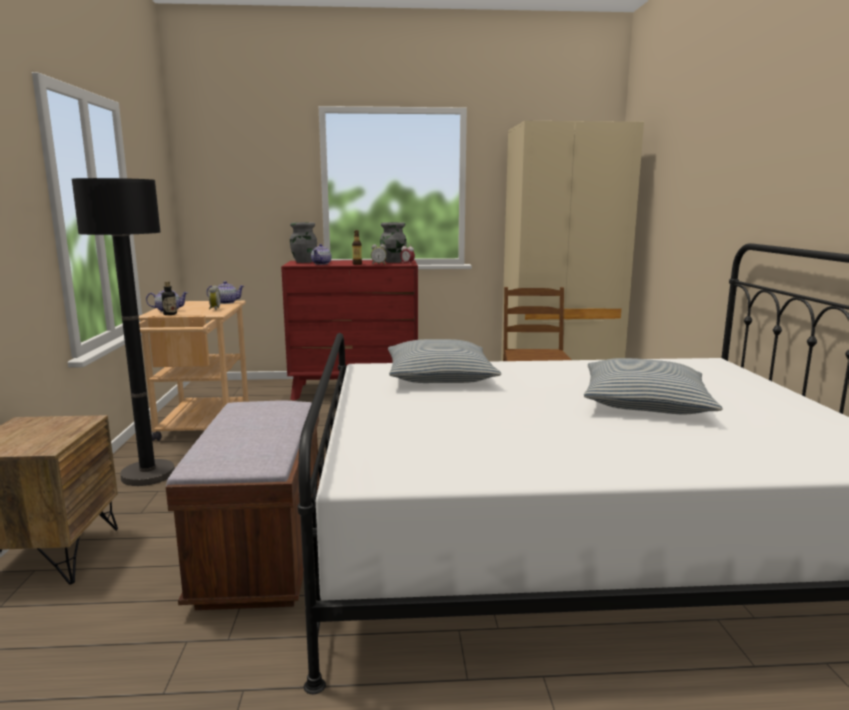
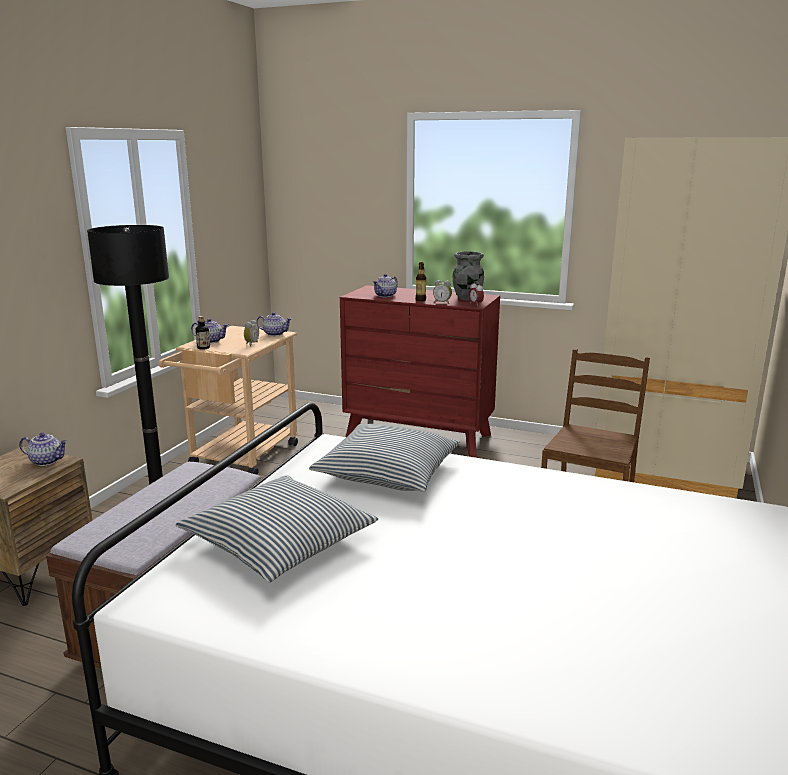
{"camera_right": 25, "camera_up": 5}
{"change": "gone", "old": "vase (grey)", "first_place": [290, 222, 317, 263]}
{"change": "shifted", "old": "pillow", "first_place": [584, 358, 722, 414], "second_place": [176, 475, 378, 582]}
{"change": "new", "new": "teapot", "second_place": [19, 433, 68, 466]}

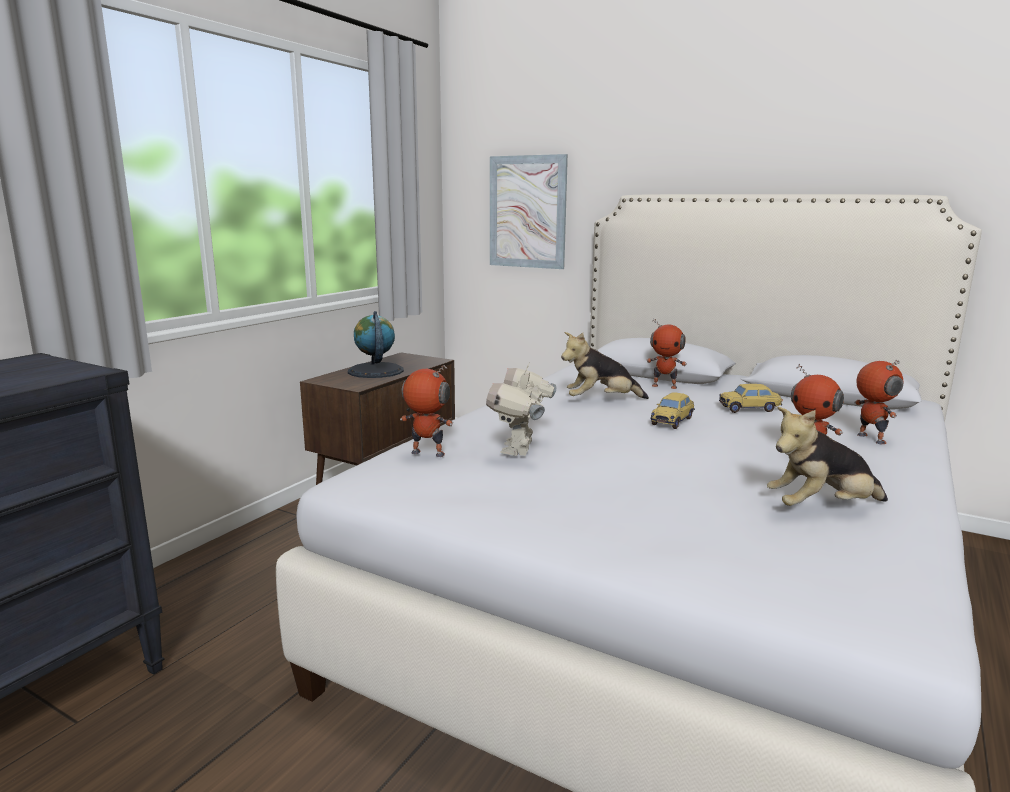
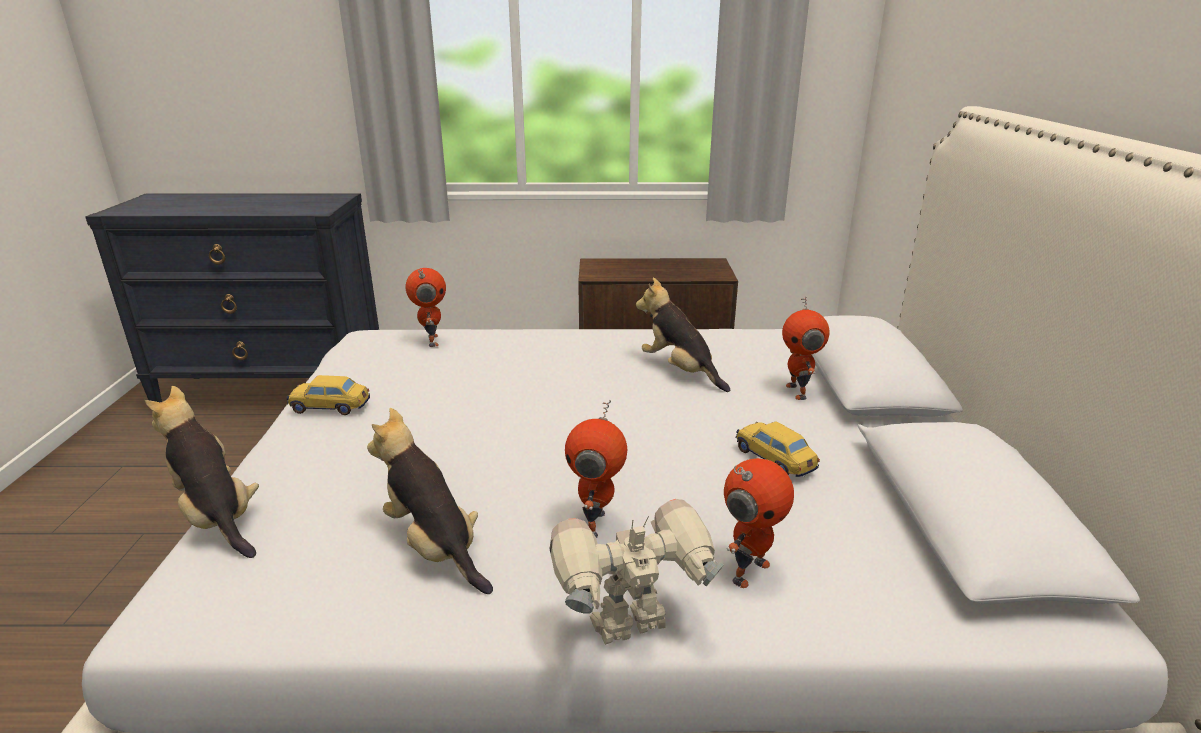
{"camera_right": 60, "camera_up": 10}
{"change": "gone", "old": "picture", "first_place": [490, 154, 568, 269]}
{"change": "gone", "old": "globe", "first_place": [348, 311, 404, 378]}
{"change": "shifted", "old": "toy robot", "first_place": [486, 362, 557, 456], "second_place": [549, 499, 723, 645]}
{"change": "shifted", "old": "toy car", "first_place": [651, 392, 695, 429], "second_place": [286, 375, 370, 415]}
{"change": "new", "new": "plush toy", "second_place": [145, 386, 259, 558]}

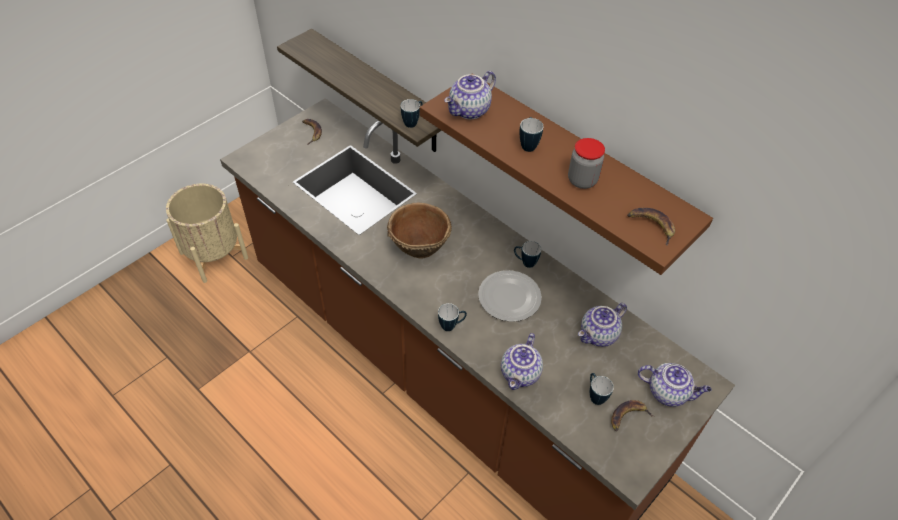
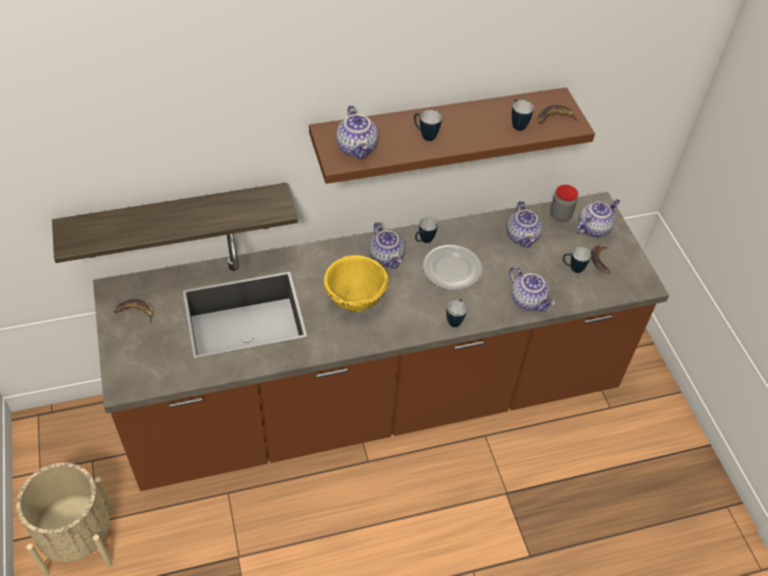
{"camera_right": -60, "camera_up": 0}
{"change": "shifted", "old": "mug", "first_place": [401, 99, 423, 128], "second_place": [512, 99, 534, 131]}
{"change": "shifted", "old": "jar", "first_place": [568, 138, 605, 189], "second_place": [550, 185, 578, 222]}
{"change": "repainted", "old": "bowl (brown)", "new": "bowl (yellow)", "first_place": [387, 203, 452, 259], "second_place": [324, 255, 389, 312]}
{"change": "new", "new": "teapot", "second_place": [369, 222, 405, 269]}

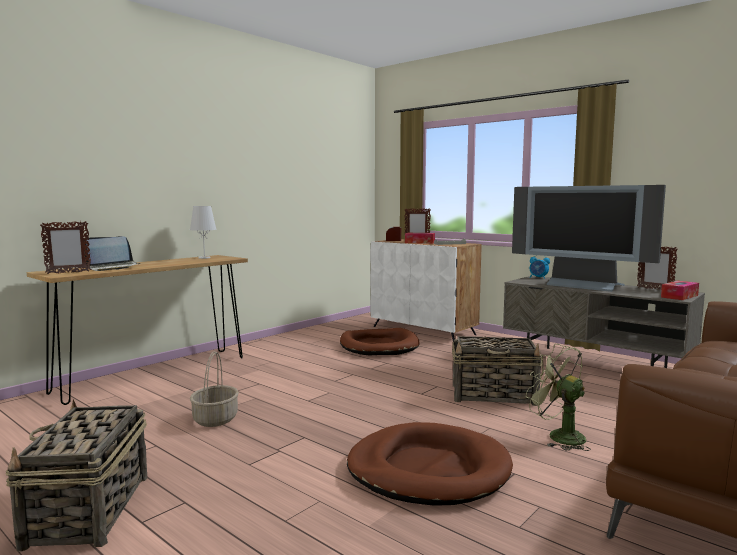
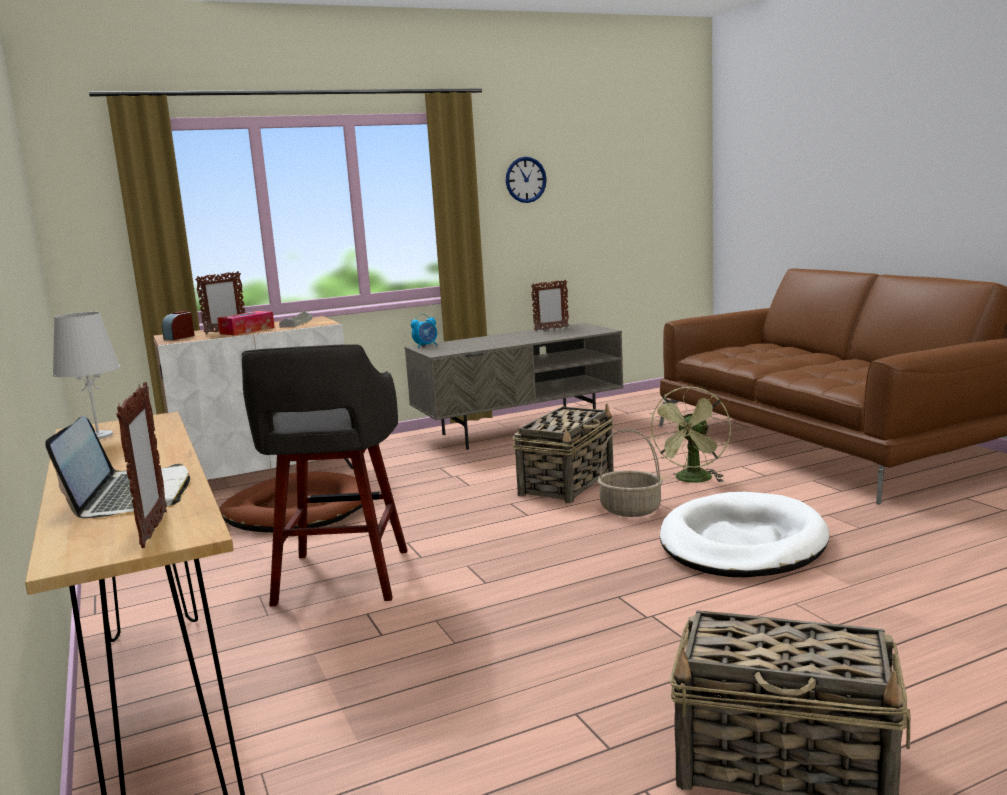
{"camera_right": -65, "camera_up": 5}
{"change": "gone", "old": "television", "first_place": [512, 185, 666, 292]}
{"change": "gone", "old": "tissue box", "first_place": [661, 281, 699, 300]}
{"change": "rotated", "old": "fan (green)", "first_place": [526, 344, 591, 451], "second_place": [648, 387, 731, 483], "degrees": -45}
{"change": "shifted", "old": "basket", "first_place": [190, 351, 239, 427], "second_place": [597, 429, 663, 517]}
{"change": "repainted", "old": "dog bed (brown)", "new": "dog bed (white)", "first_place": [347, 422, 513, 506], "second_place": [660, 492, 829, 577]}
{"change": "new", "new": "wall clock", "second_place": [506, 157, 547, 203]}
{"change": "new", "new": "stool (grey)", "second_place": [242, 344, 408, 606]}

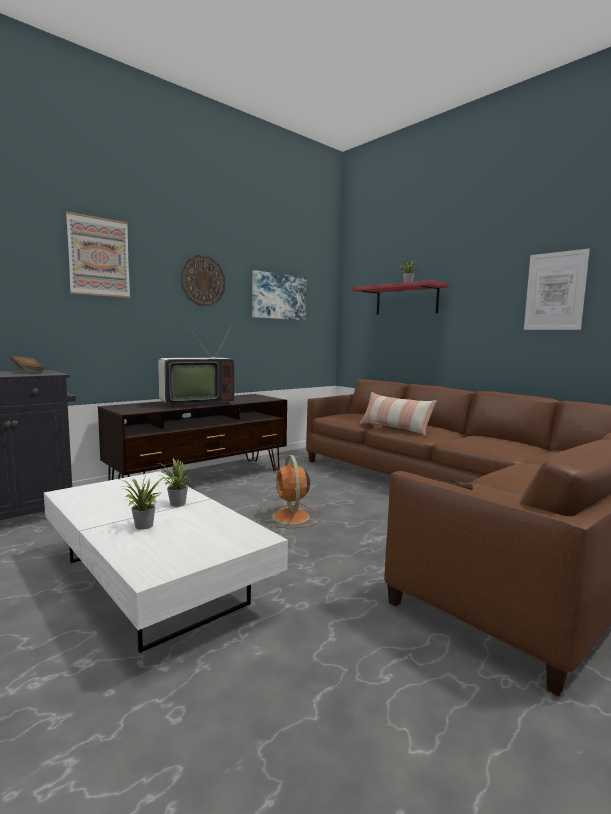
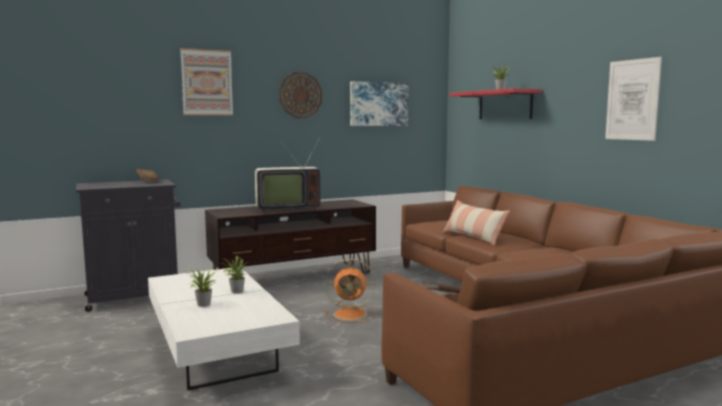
{"camera_right": 15, "camera_up": 0}
{"change": "rotated", "old": "fan (orange)", "first_place": [264, 455, 320, 528], "second_place": [325, 259, 376, 323], "degrees": -90}

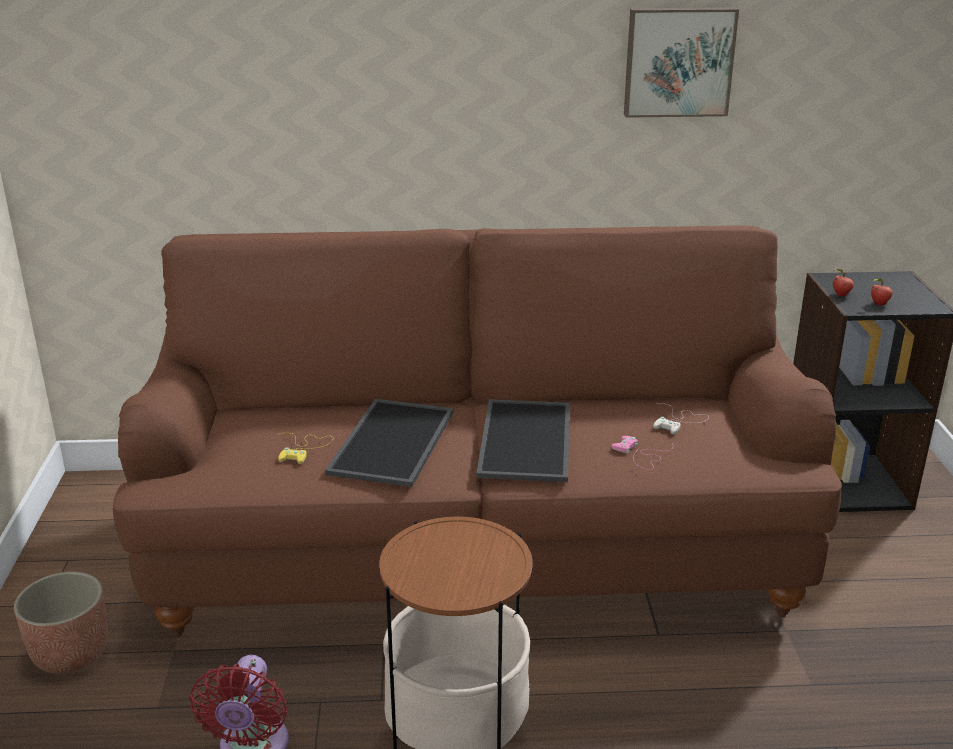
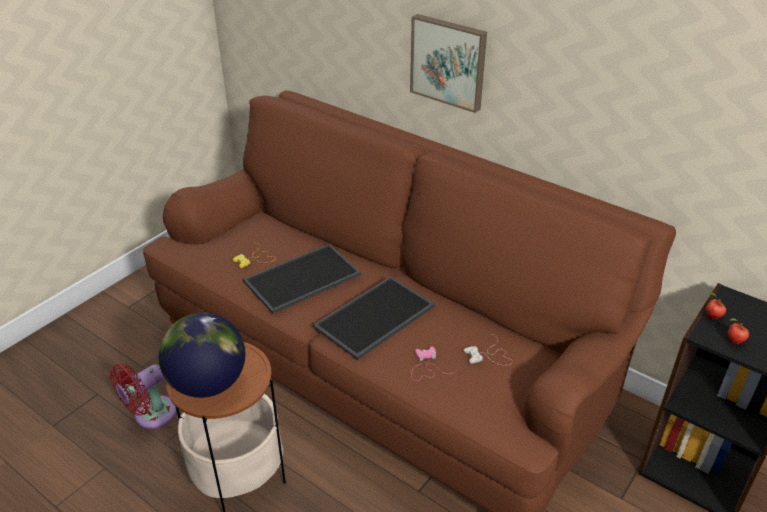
{"camera_right": 40, "camera_up": 10}
{"change": "shifted", "old": "picture", "first_place": [624, 8, 739, 118], "second_place": [410, 14, 487, 113]}
{"change": "gone", "old": "planter", "first_place": [14, 572, 108, 674]}
{"change": "new", "new": "globe", "second_place": [159, 313, 245, 398]}

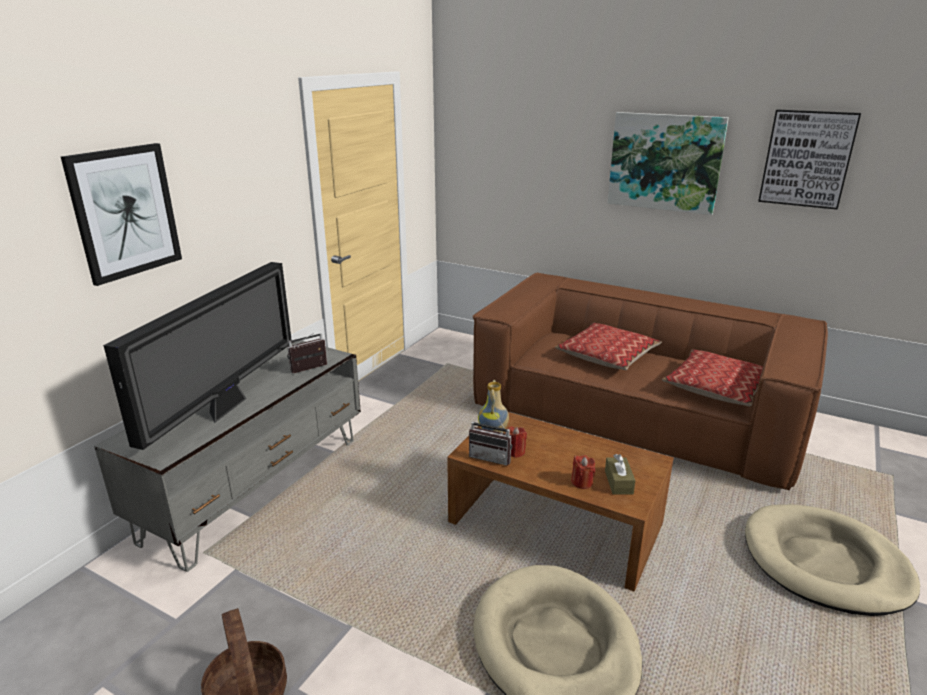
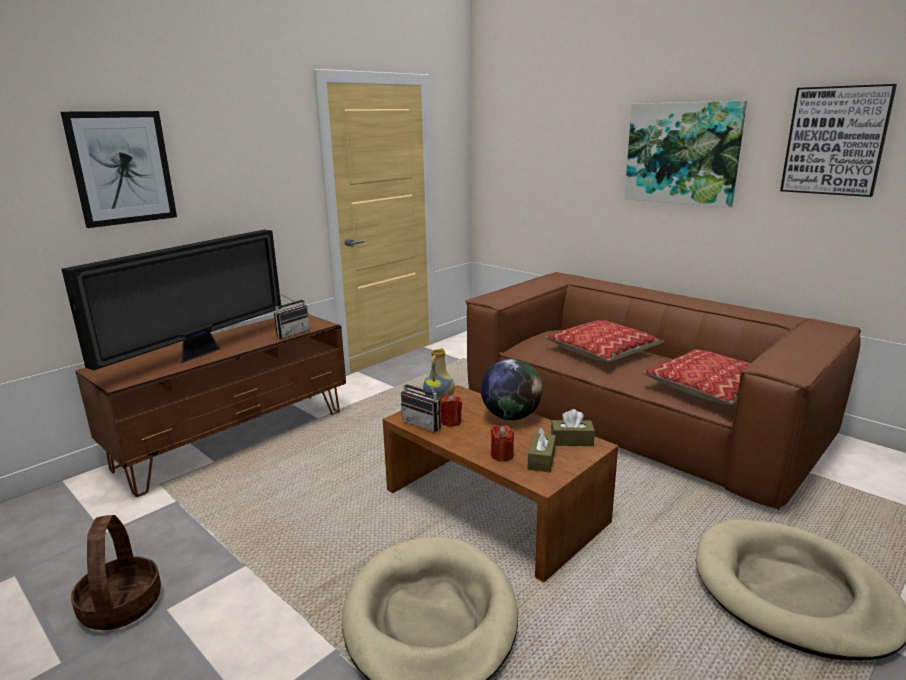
{"camera_right": 15, "camera_up": -5}
{"change": "rotated", "old": "radio", "first_place": [287, 333, 327, 374], "second_place": [274, 293, 310, 339], "degrees": 150}
{"change": "repainted", "old": "tv stand (grey)", "new": "tv stand (brown)", "first_place": [94, 341, 361, 572], "second_place": [75, 314, 346, 497]}
{"change": "new", "new": "globe", "second_place": [481, 359, 543, 420]}
{"change": "new", "new": "tissue box (brown)", "second_place": [551, 409, 595, 446]}

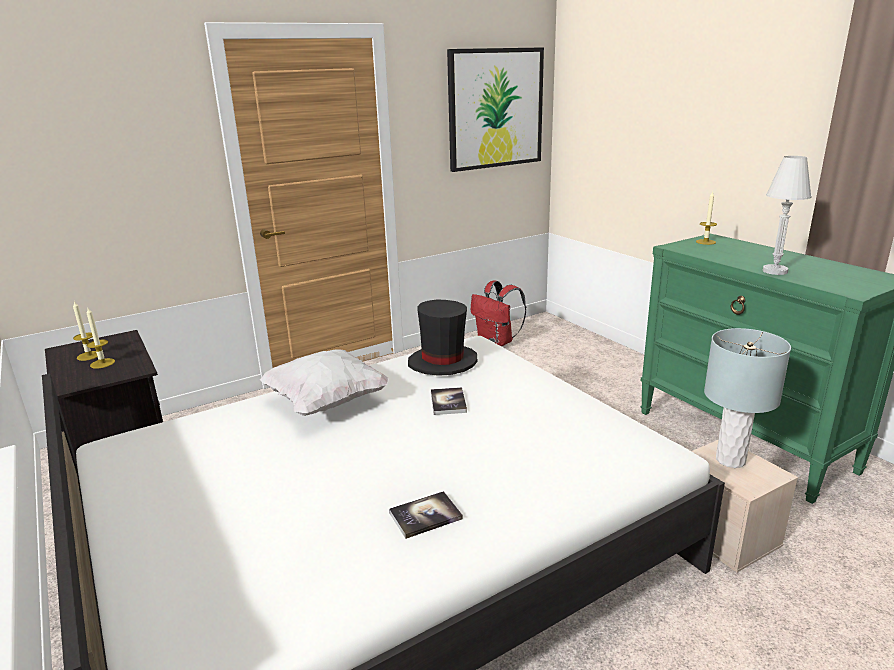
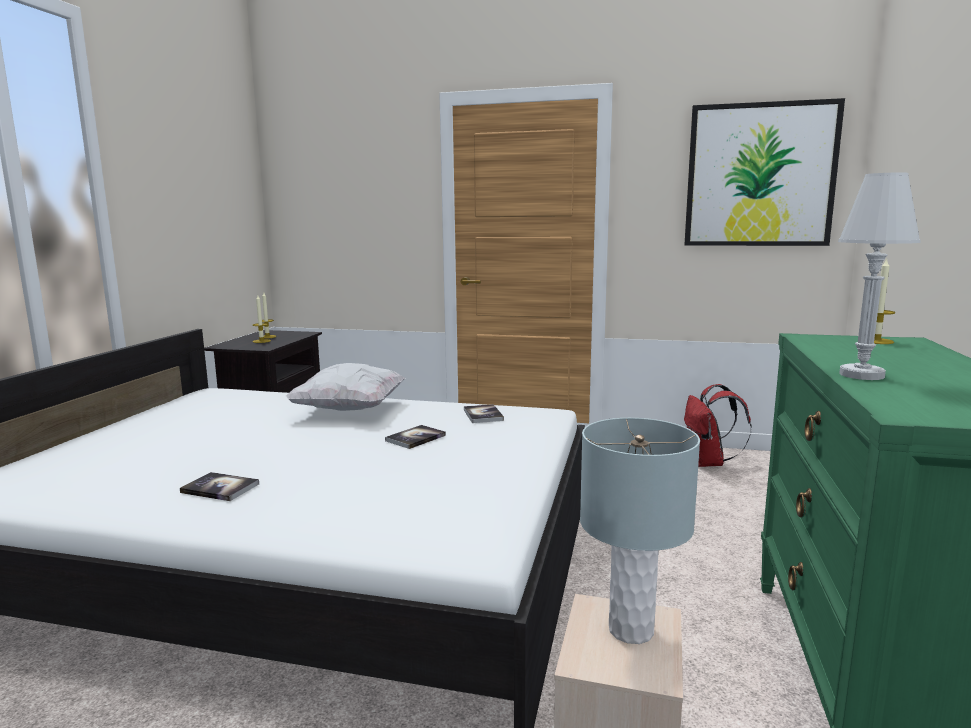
{"camera_right": 45, "camera_up": -10}
{"change": "swapped", "old": "hat (black)", "new": "book", "first_place": [408, 299, 477, 376], "second_place": [464, 404, 504, 423]}

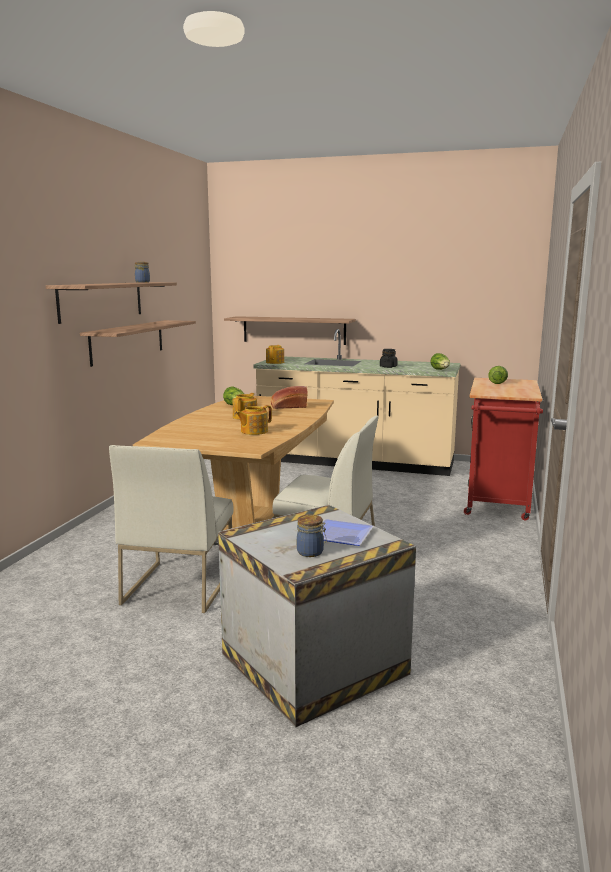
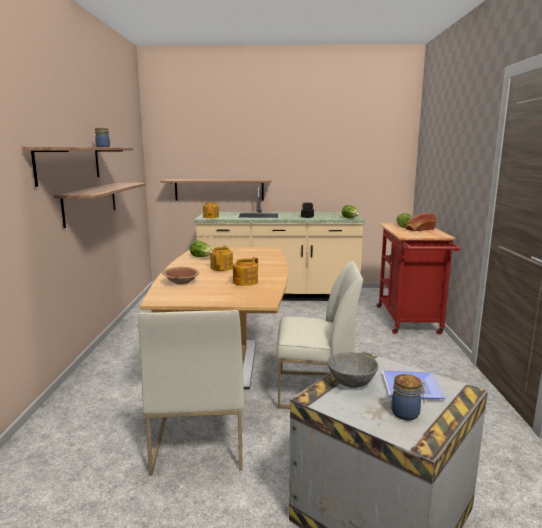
{"camera_right": -15, "camera_up": 0}
{"change": "shifted", "old": "bread", "first_place": [271, 386, 307, 409], "second_place": [406, 213, 437, 231]}
{"change": "new", "new": "bowl (brown)", "second_place": [162, 267, 199, 285]}
{"change": "new", "new": "bowl (grey)", "second_place": [327, 352, 379, 388]}

